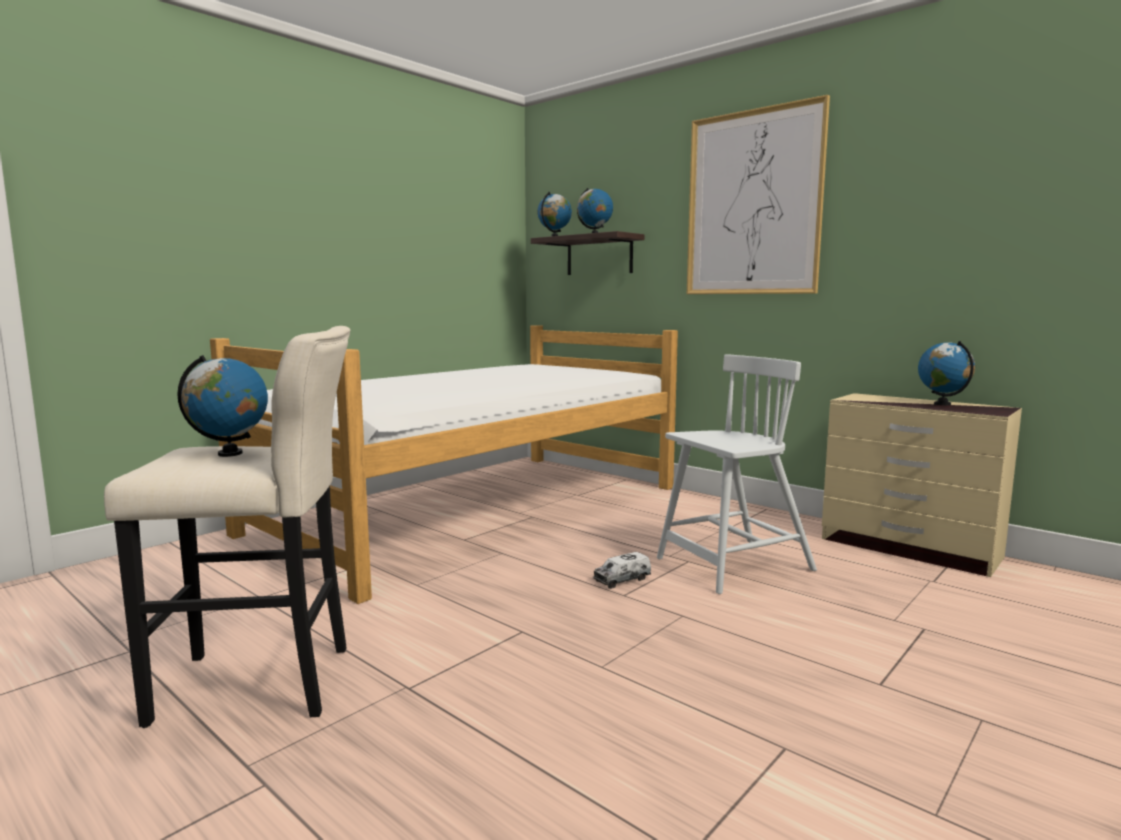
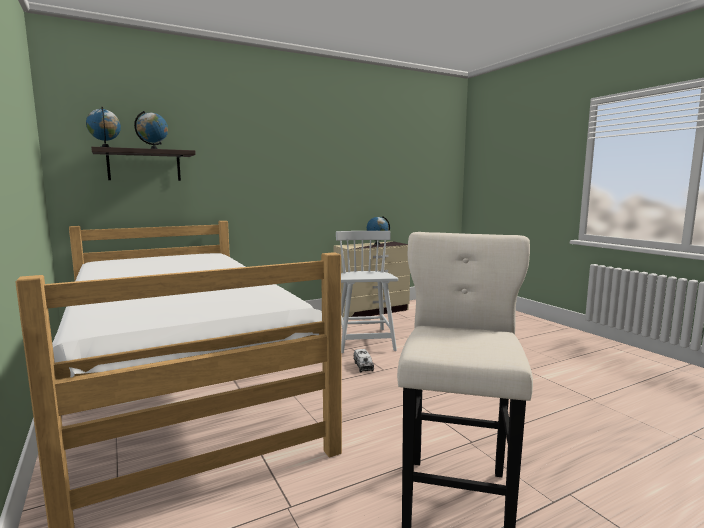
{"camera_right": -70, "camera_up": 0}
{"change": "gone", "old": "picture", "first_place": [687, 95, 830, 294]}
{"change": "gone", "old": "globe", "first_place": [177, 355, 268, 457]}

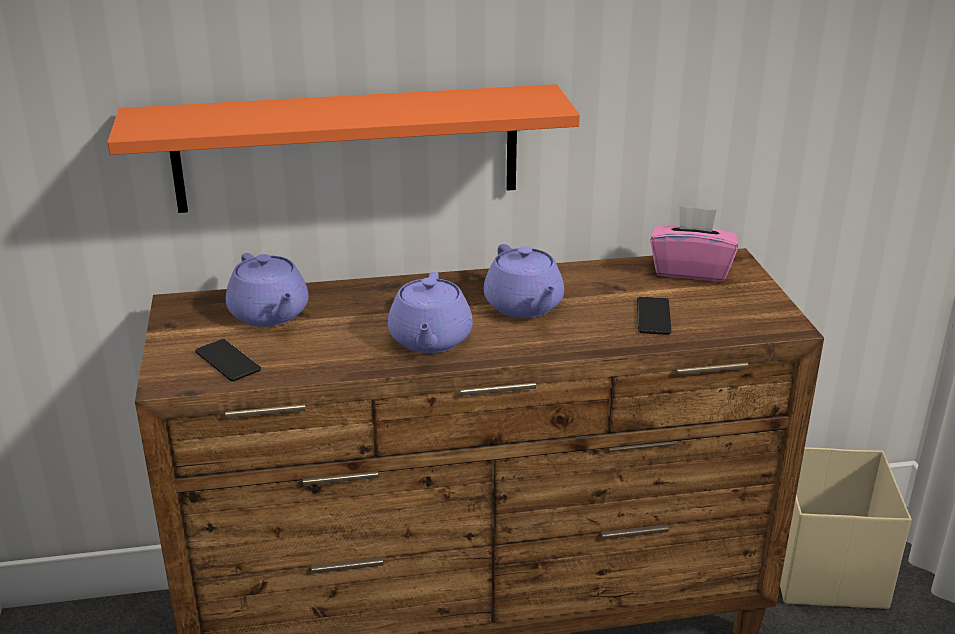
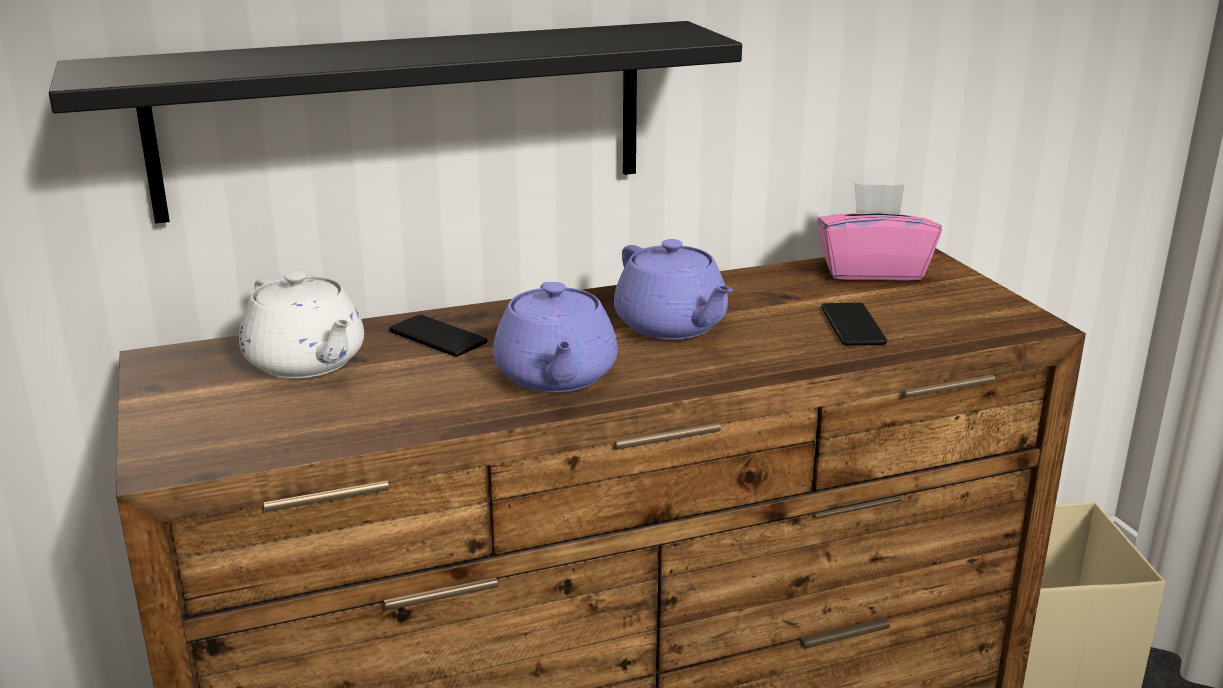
{"camera_right": -10, "camera_up": -5}
{"change": "repainted", "old": "shelf (orange)", "new": "shelf (black)", "first_place": [107, 84, 580, 213], "second_place": [49, 21, 742, 223]}
{"change": "repainted", "old": "teapot (purple)", "new": "teapot (white)", "first_place": [226, 253, 309, 327], "second_place": [239, 270, 364, 378]}
{"change": "shifted", "old": "phone", "first_place": [195, 339, 261, 381], "second_place": [389, 314, 488, 357]}

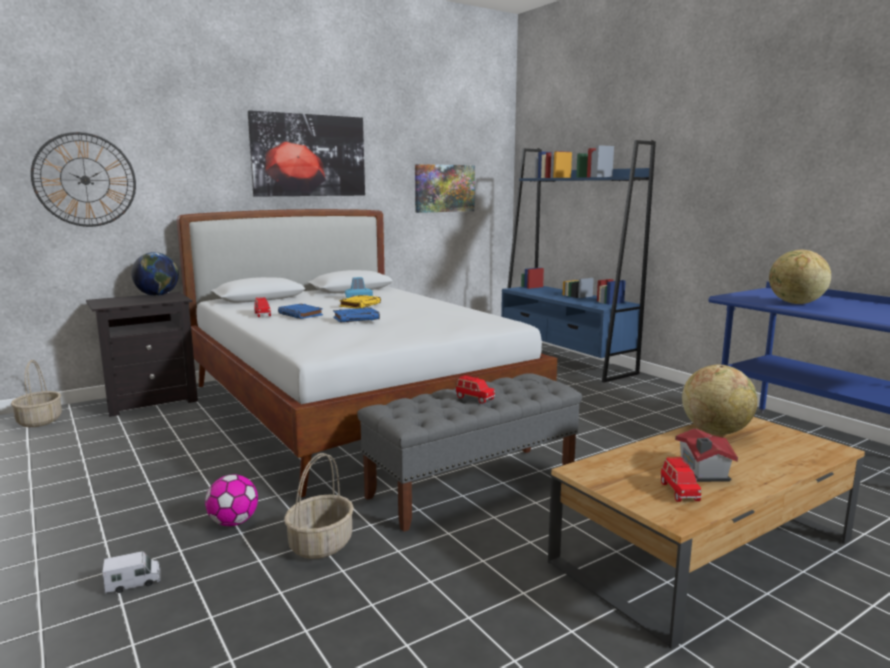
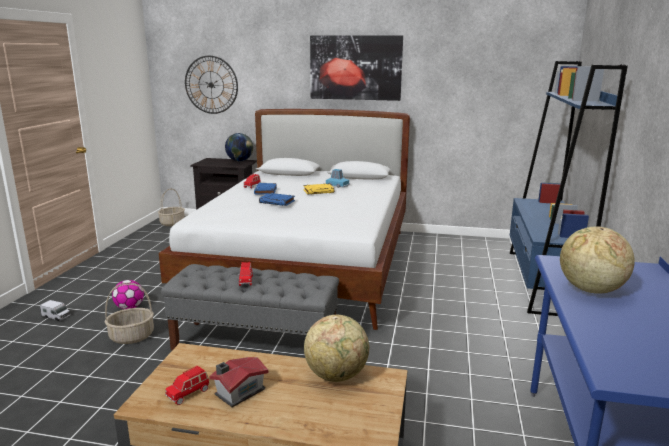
{"camera_right": 45, "camera_up": 5}
{"change": "gone", "old": "picture", "first_place": [415, 164, 475, 213]}

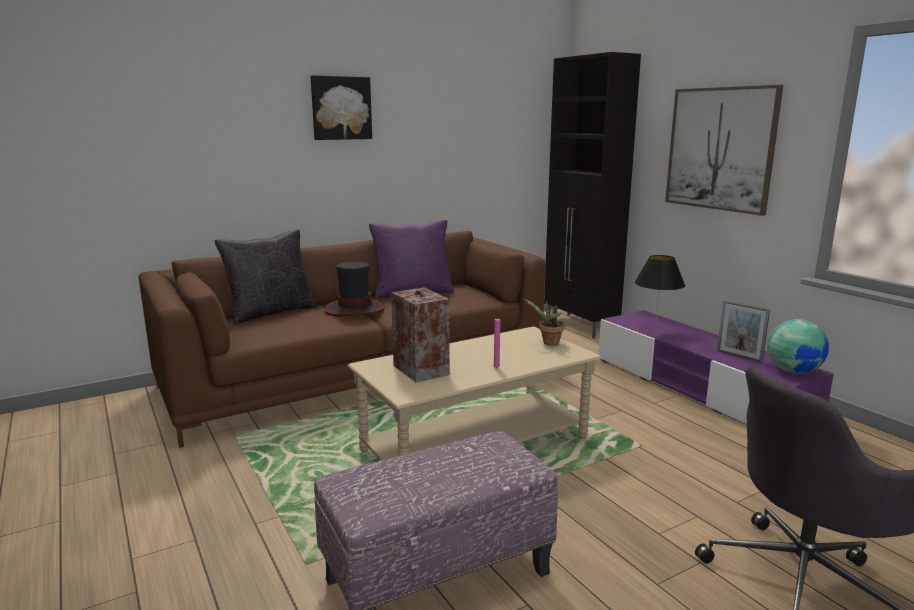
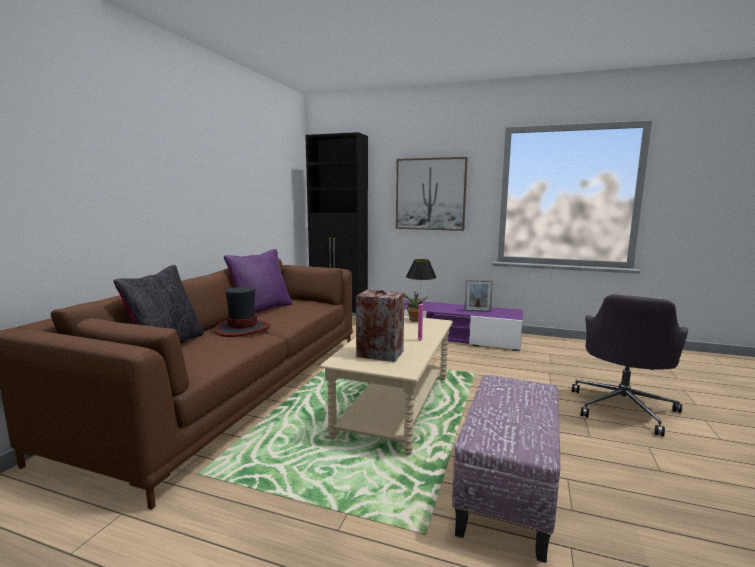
{"camera_right": -40, "camera_up": -5}
{"change": "gone", "old": "picture", "first_place": [311, 75, 372, 140]}
{"change": "gone", "old": "globe", "first_place": [767, 319, 829, 374]}

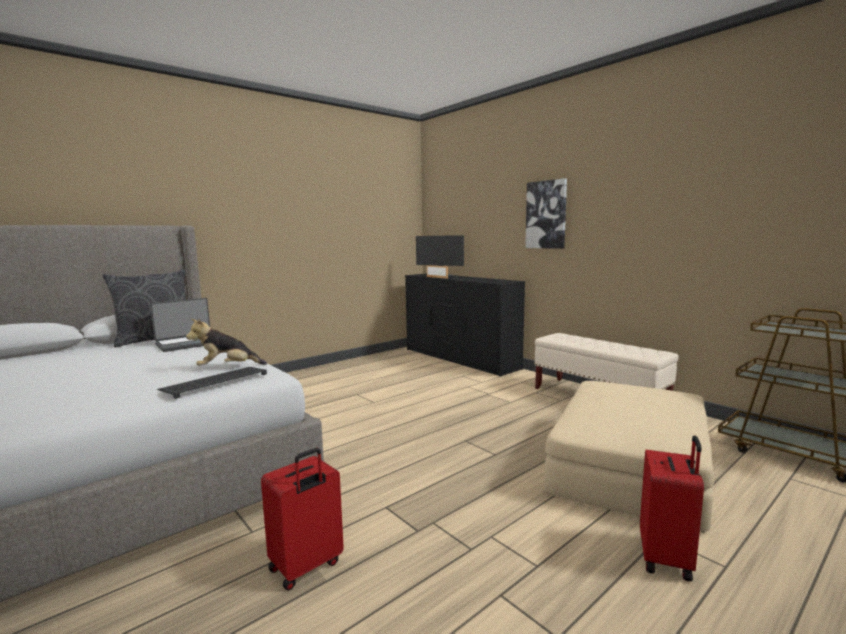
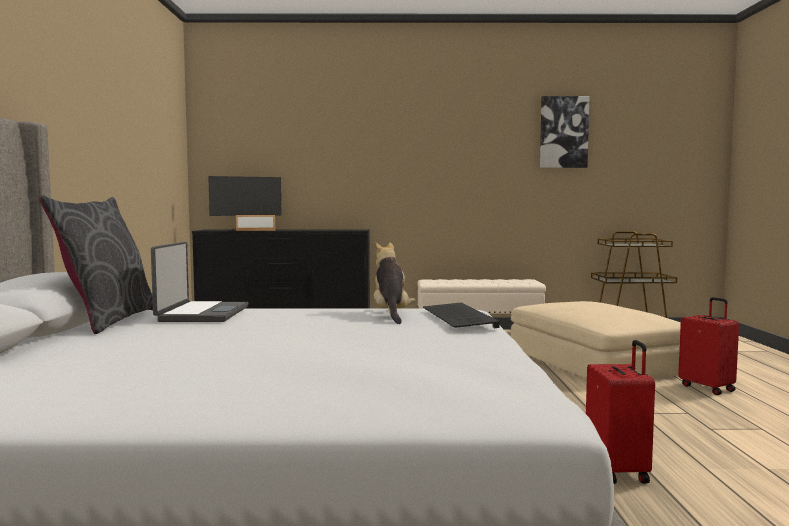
{"camera_right": -50, "camera_up": -5}
{"change": "shifted", "old": "picture", "first_place": [525, 178, 567, 249], "second_place": [540, 96, 589, 168]}
{"change": "rotated", "old": "plush toy", "first_place": [186, 319, 267, 366], "second_place": [374, 241, 416, 324], "degrees": 150}

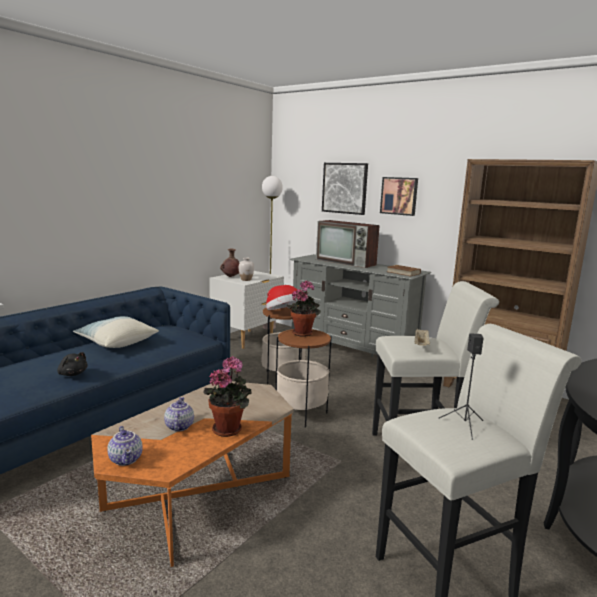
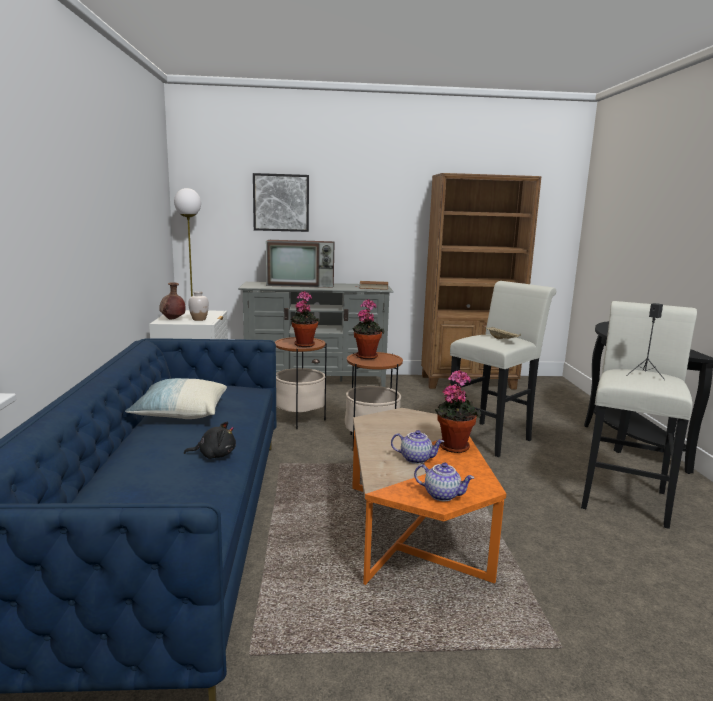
{"camera_right": -40, "camera_up": 0}
{"change": "gone", "old": "picture", "first_place": [380, 177, 418, 216]}
{"change": "swapped", "old": "hat", "new": "potted plant", "first_place": [266, 285, 300, 310], "second_place": [291, 291, 320, 347]}
{"change": "rotated", "old": "teapot", "first_place": [164, 397, 194, 431], "second_place": [391, 430, 444, 464], "degrees": 150}

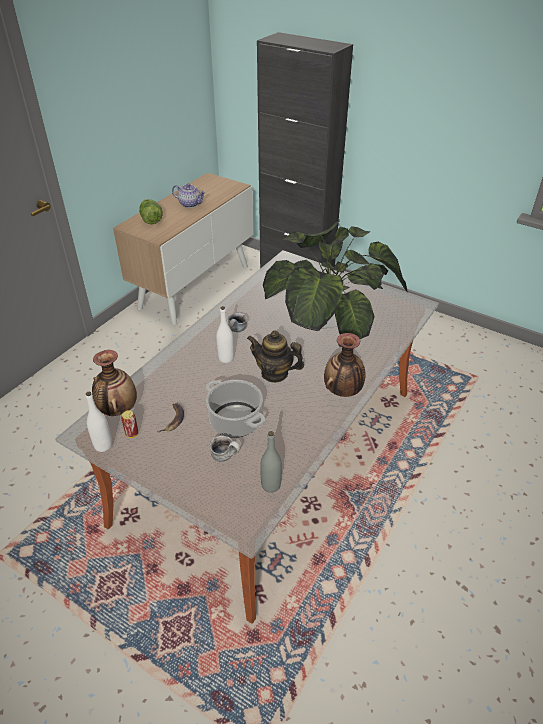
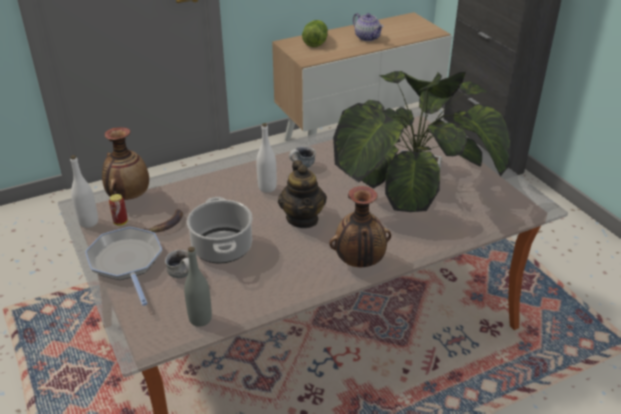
{"camera_right": 30, "camera_up": -5}
{"change": "rotated", "old": "teapot", "first_place": [247, 331, 304, 383], "second_place": [278, 160, 327, 228], "degrees": -150}
{"change": "new", "new": "frying pan", "second_place": [85, 227, 162, 306]}

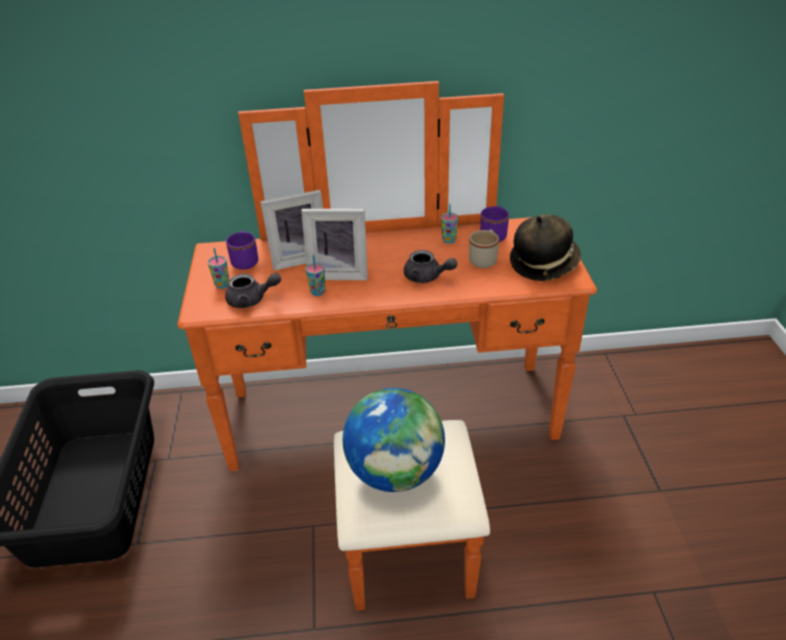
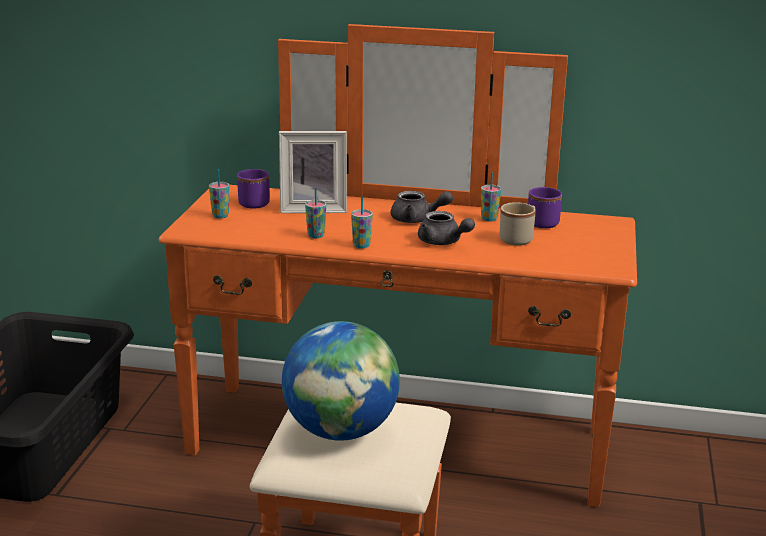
{"camera_right": 15, "camera_up": -15}
{"change": "gone", "old": "picture frame", "first_place": [301, 209, 368, 280]}
{"change": "gone", "old": "hat", "first_place": [510, 215, 581, 281]}
{"change": "shifted", "old": "teapot (grey)", "first_place": [225, 273, 281, 308], "second_place": [391, 191, 453, 223]}
{"change": "new", "new": "cup", "second_place": [351, 196, 373, 249]}

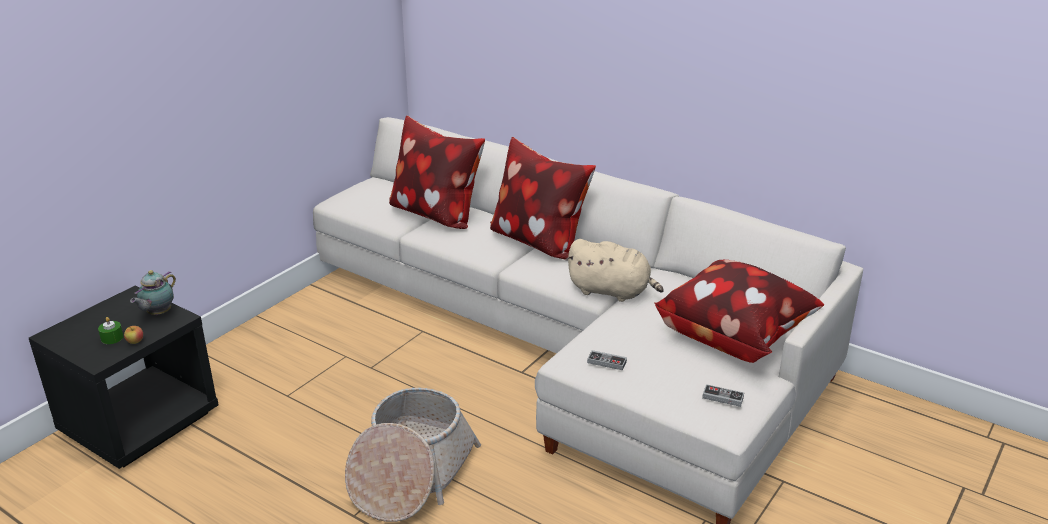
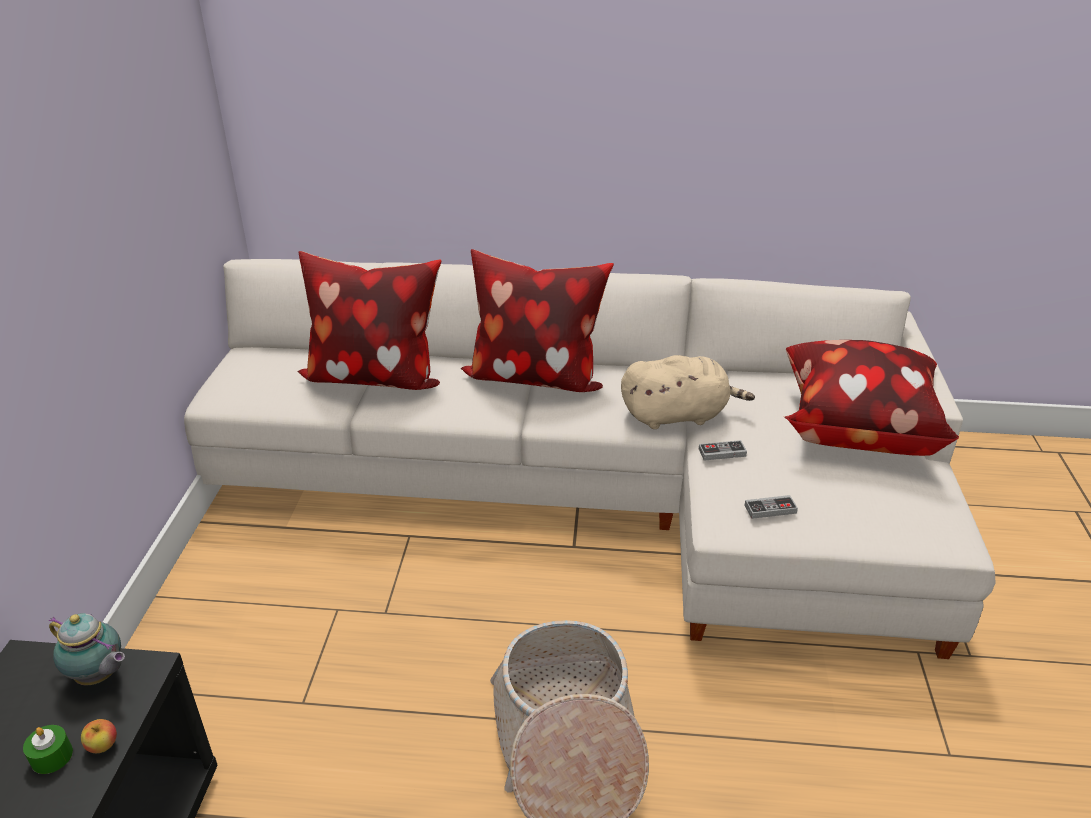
{"camera_right": -30, "camera_up": 5}
{"change": "rotated", "old": "teapot", "first_place": [130, 270, 176, 315], "second_place": [48, 613, 125, 685], "degrees": -60}
{"change": "shifted", "old": "game controller", "first_place": [702, 384, 744, 407], "second_place": [699, 440, 747, 461]}

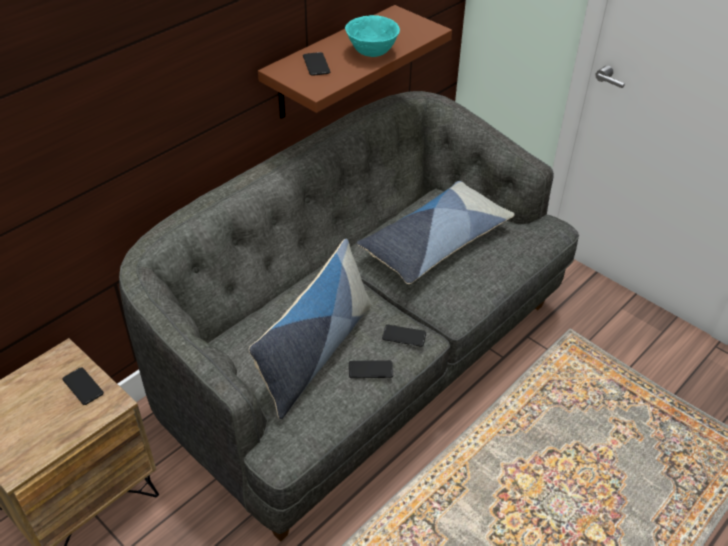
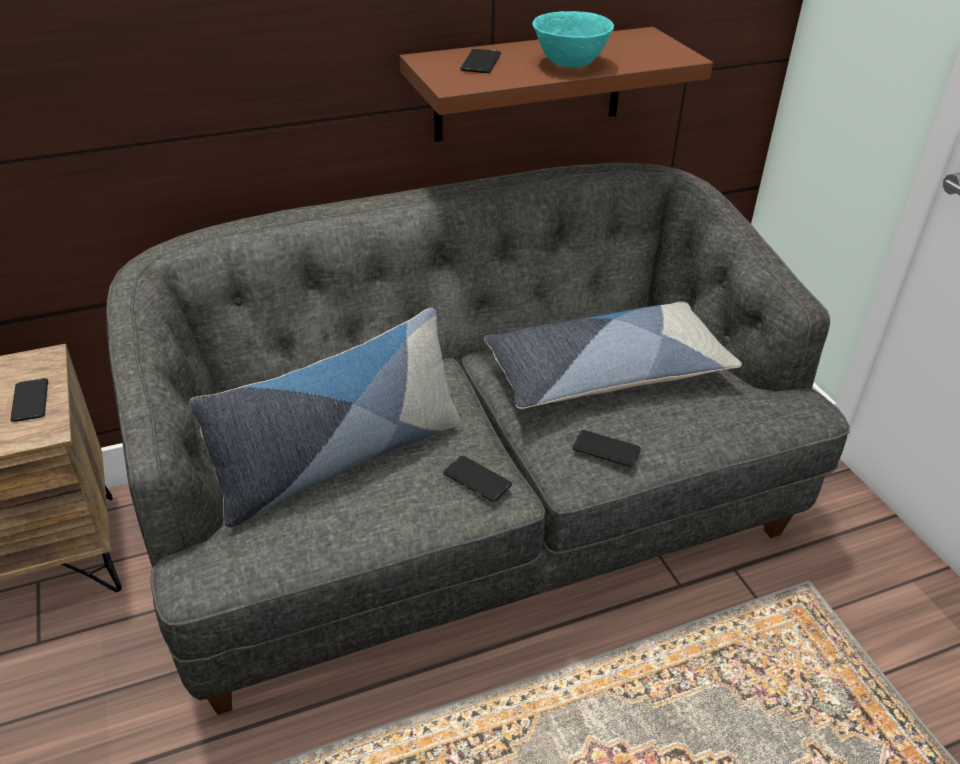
{"camera_right": 25, "camera_up": -5}
{"change": "shifted", "old": "phone", "first_place": [349, 360, 393, 378], "second_place": [573, 430, 641, 467]}

